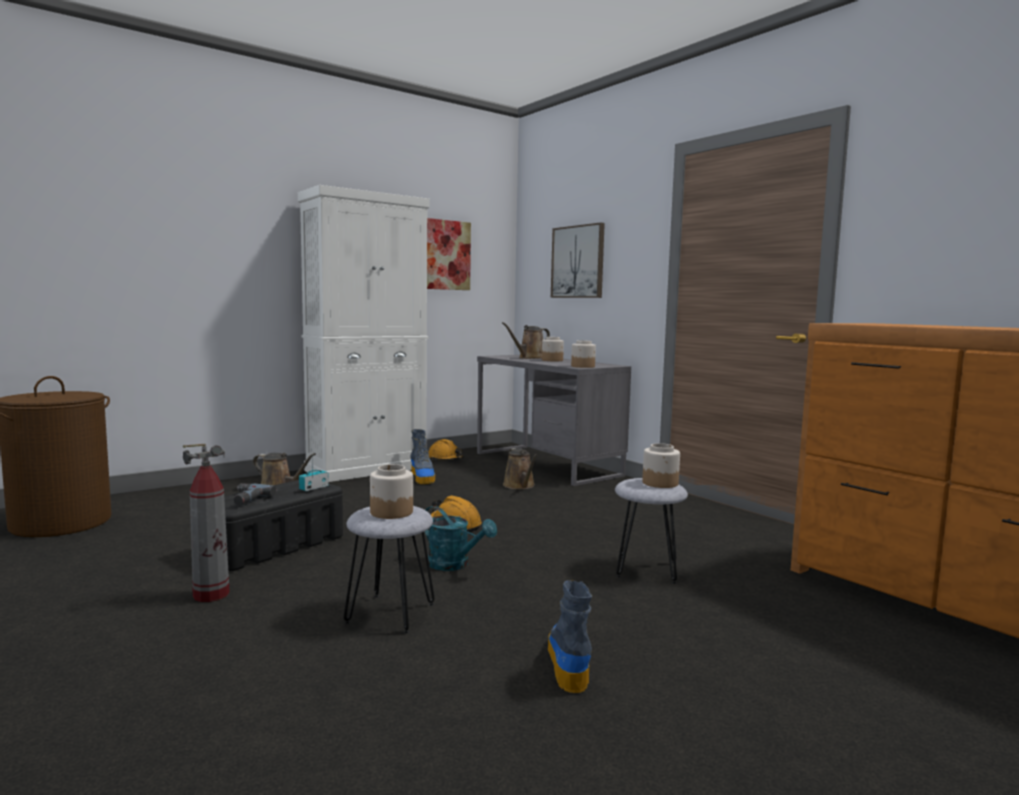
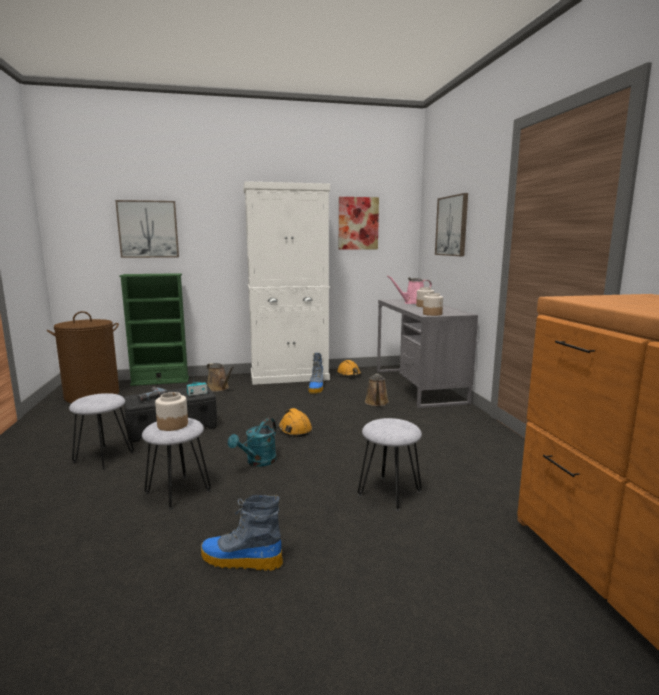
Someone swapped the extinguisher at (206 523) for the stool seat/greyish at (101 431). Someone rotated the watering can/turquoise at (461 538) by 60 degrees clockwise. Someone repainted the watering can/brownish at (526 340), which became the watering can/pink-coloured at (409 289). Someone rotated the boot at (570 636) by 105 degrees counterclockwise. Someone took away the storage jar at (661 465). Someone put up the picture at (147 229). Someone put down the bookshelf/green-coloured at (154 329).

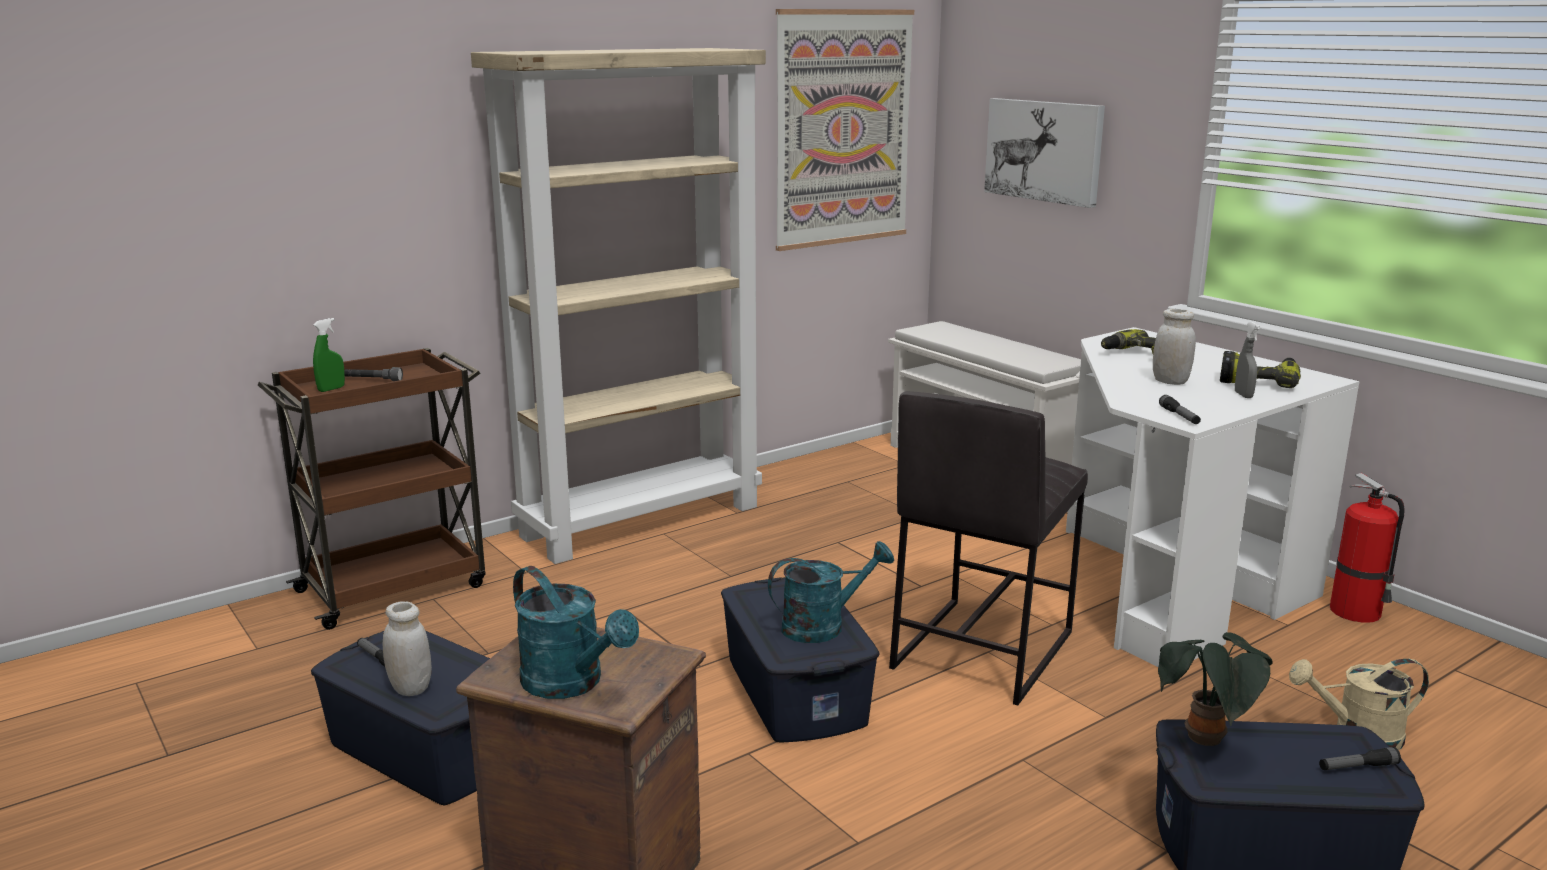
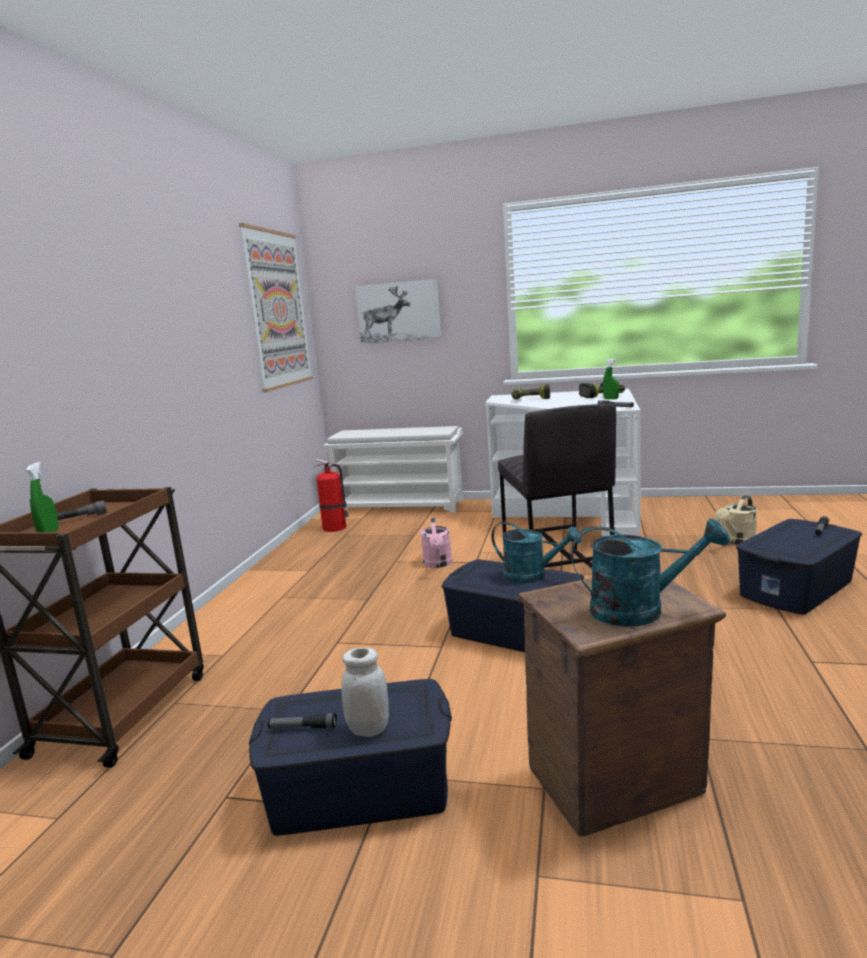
Someone took away the bookshelf/beige-coloured at (618 306). Someone rotated the watering can/turquoise at (831 592) by 90 degrees clockwise. Someone took away the storage jar/white at (1174 347). Someone took away the houseplant at (1215 689). Someone repainted the spray bottle/greyish at (1247 360), which became the spray bottle/green-coloured at (611 379). Someone carried the extinguisher from (1367 548) to (332 495). Someone put down the watering can/pink-coloured at (436 543).

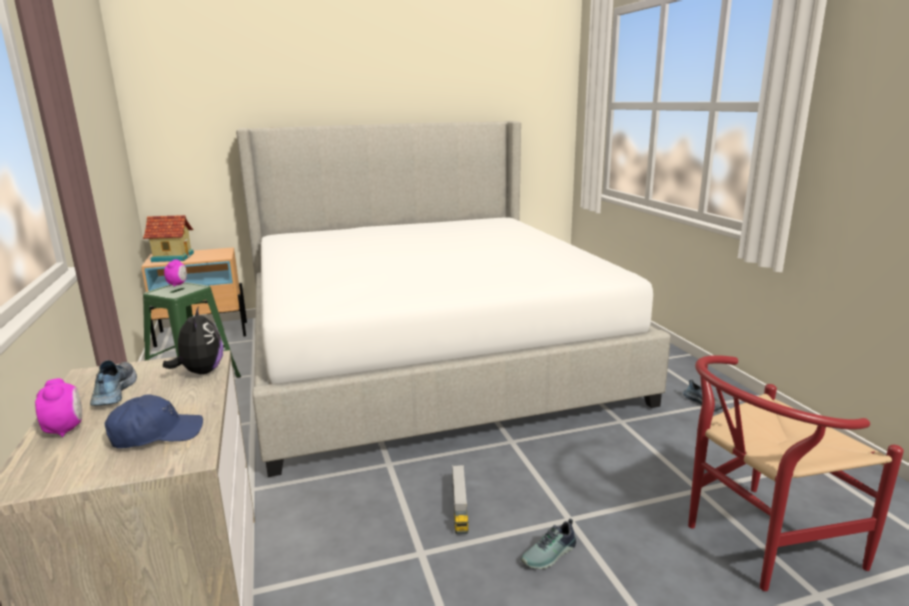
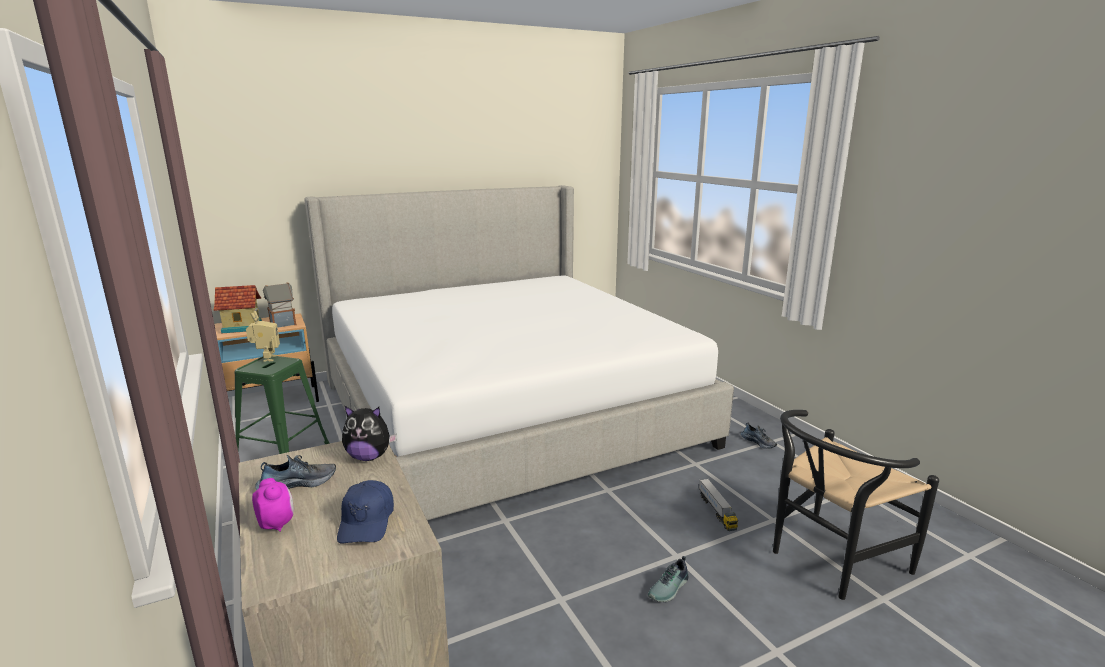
Someone rotated the item of footwear at (113 383) by 90 degrees clockwise. Someone rotated the cap/blue at (154 421) by 120 degrees clockwise. Someone rotated the plush toy at (193 340) by 120 degrees clockwise. Someone swapped the bedside clock at (175 273) for the robot figure at (263 336). Someone carried the toy truck from (460 499) to (718 505). Someone repainted the plain chair/red at (796 473), which became the plain chair/black at (856 505). Someone put down the toy house at (279 305).

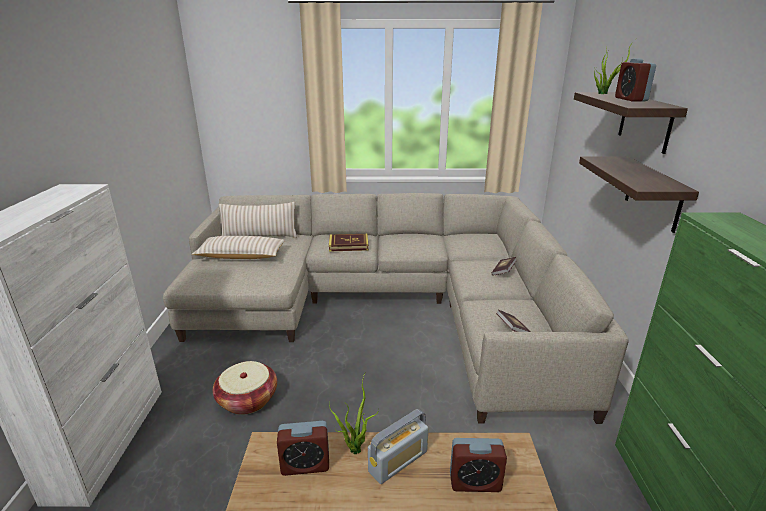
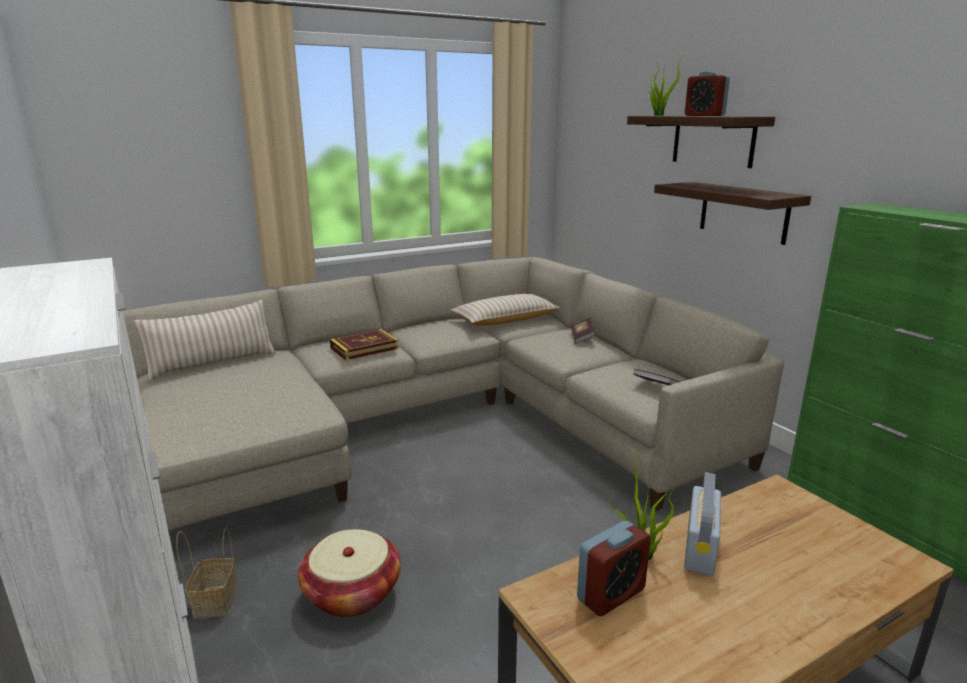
Someone carried the pillow/beige-coloured from (238 247) to (505 310). Someone took away the bedside clock at (478 465). Someone put down the household basket at (206 572).

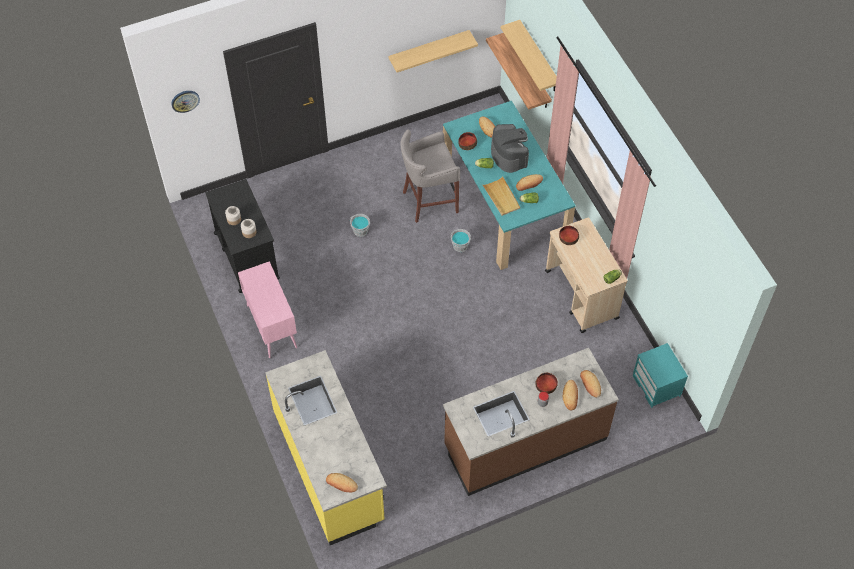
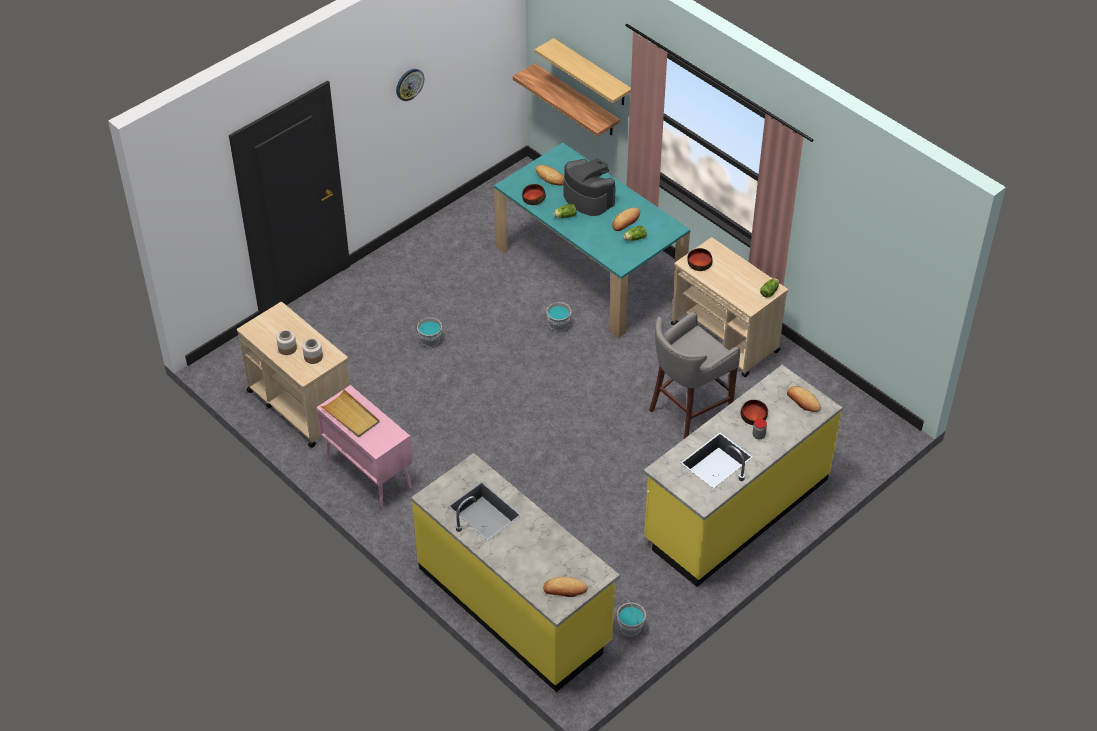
Someone carried the clock on the wall from (185 102) to (410 85). Someone repainted the cart/black at (243 236), which became the cart/beige-coloured at (293 375). Someone took away the wall shelf at (433 51). Someone carried the stool seat/greyish from (430 176) to (694 375). Someone repainted the kitchen base unit/brownish at (531 422), which became the kitchen base unit/yellow-coloured at (743 476). Someone carried the tray/beige-coloured from (501 196) to (350 413). Someone took away the bread at (570 395). Someone took away the nightstand/turquoise at (660 375). Someone put down the pail/greyish at (631 618).

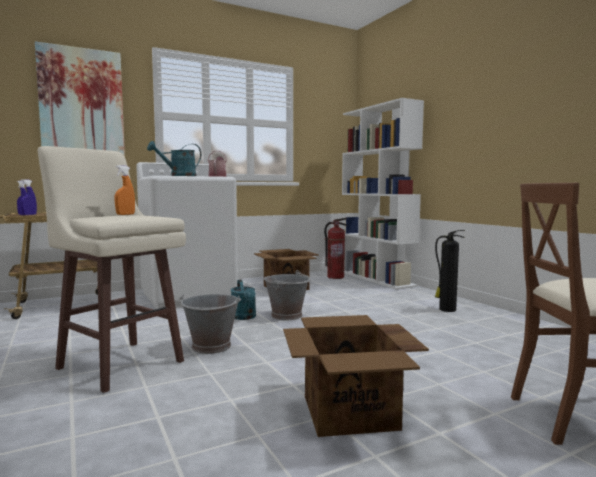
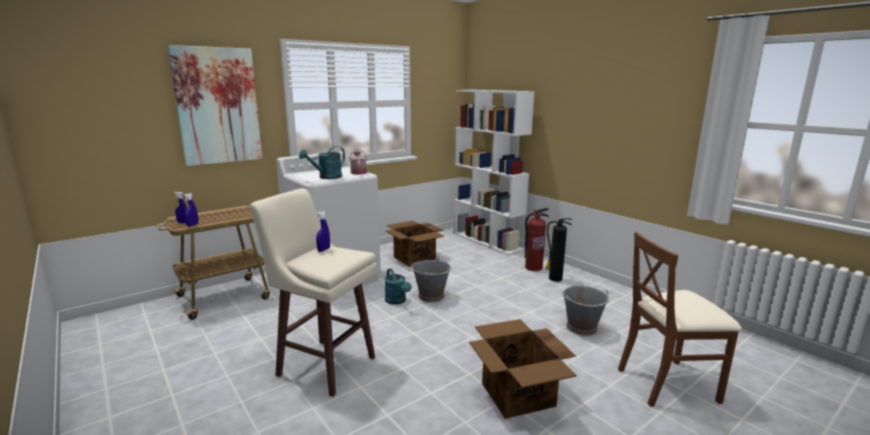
Someone repainted the spray bottle/orange-coloured at (125 190), which became the spray bottle/blue at (323 231). Someone carried the pail/greyish from (210 324) to (586 310). Someone carried the extinguisher from (335 248) to (536 239).

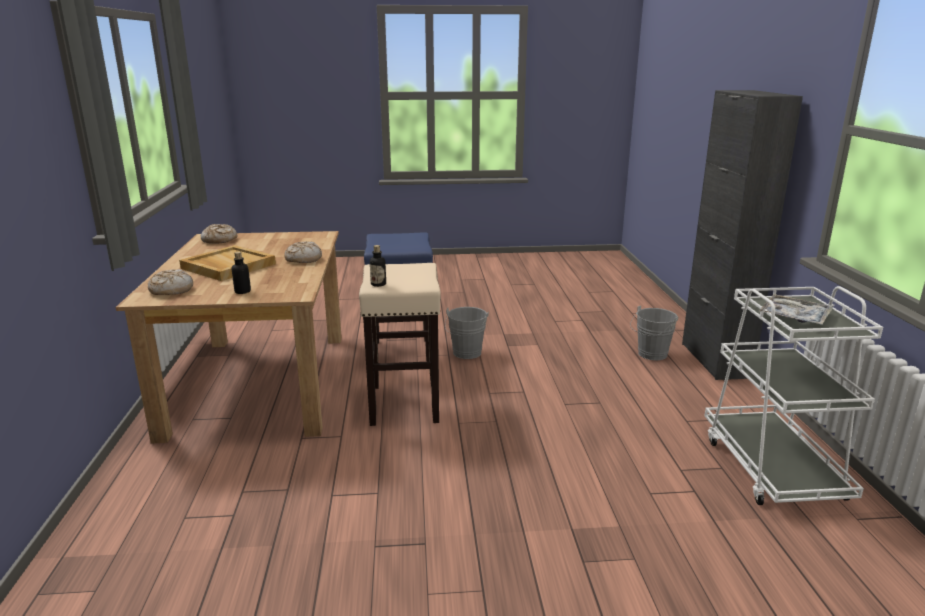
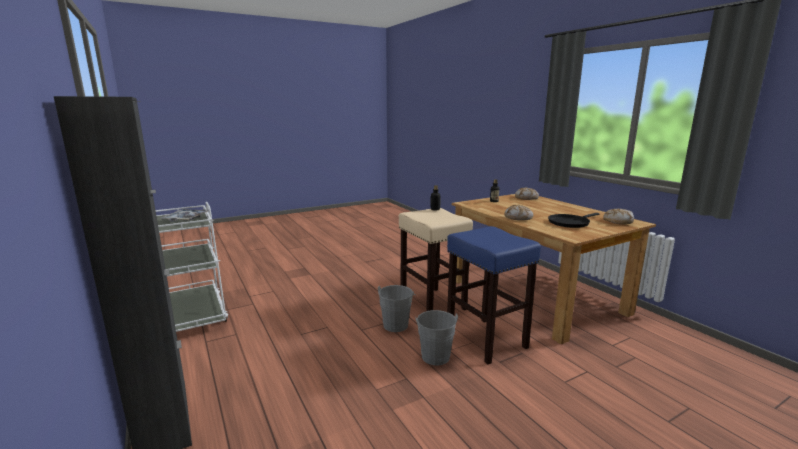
Someone took away the tray/beige-coloured at (227 263). Someone carried the pail/greyish from (654 332) to (396 308). Someone put down the skillet/black at (573 220).

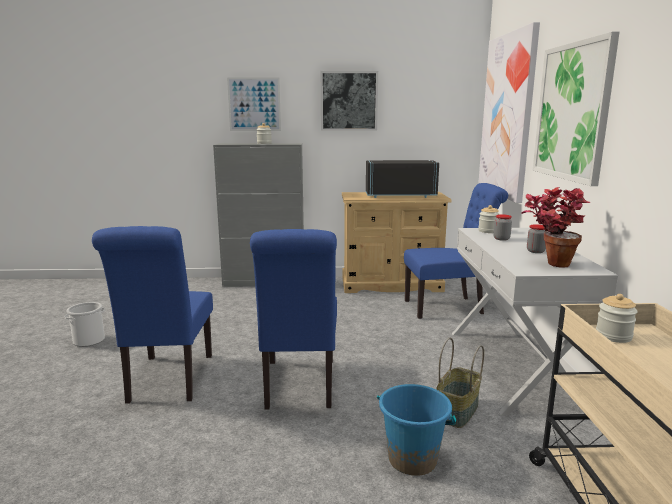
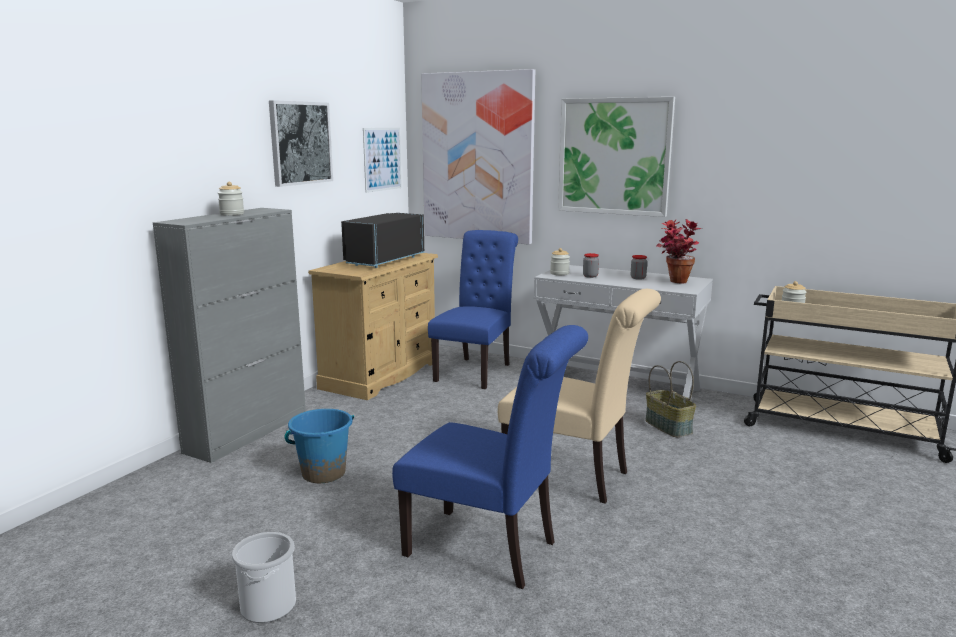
Someone carried the picture from (254 104) to (382 160). Someone repainted the plain chair/blue at (293 319), which became the plain chair/beige-coloured at (579 396). Someone carried the pail/blue from (416 430) to (319 446).

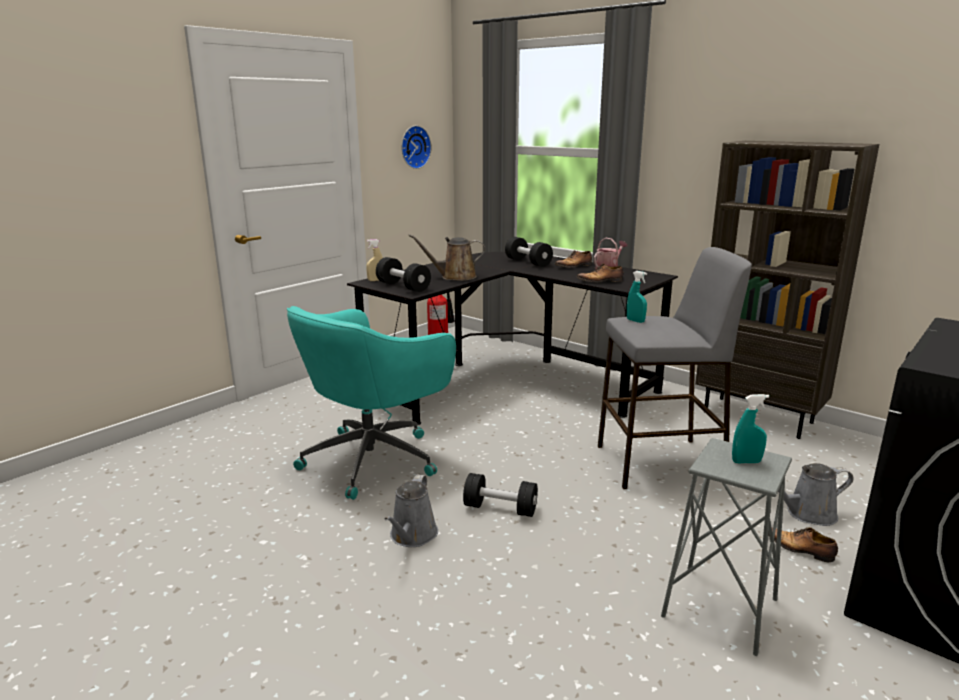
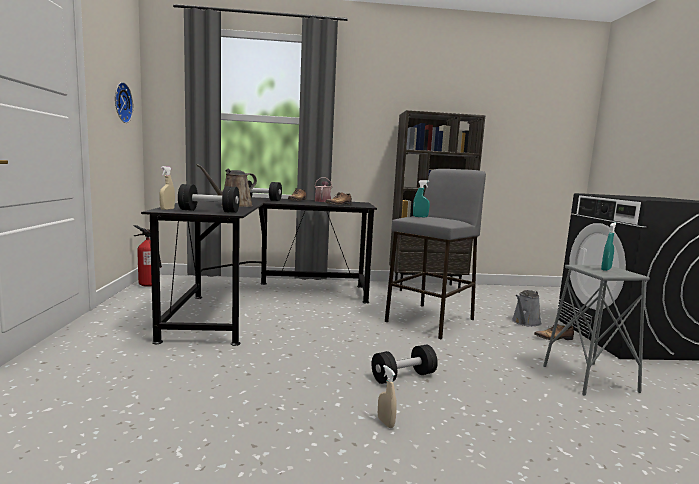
Someone took away the office chair/turquoise at (371 403). Someone swapped the watering can/greyish at (411 511) for the spray bottle/beige-coloured at (387 396).

